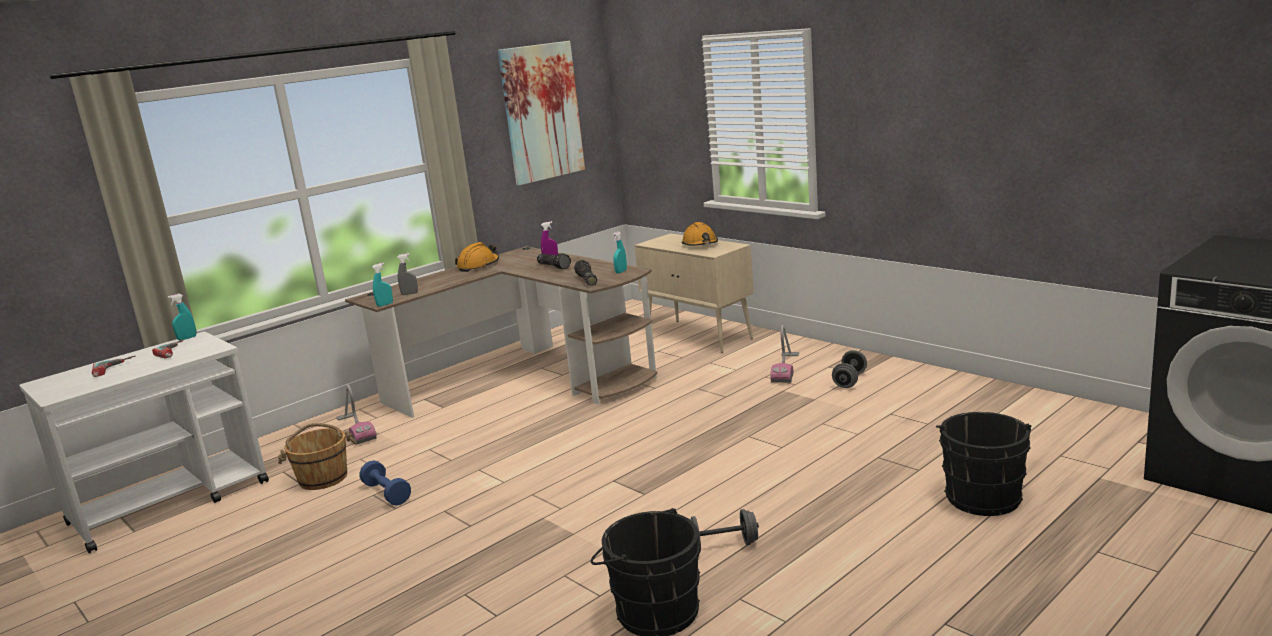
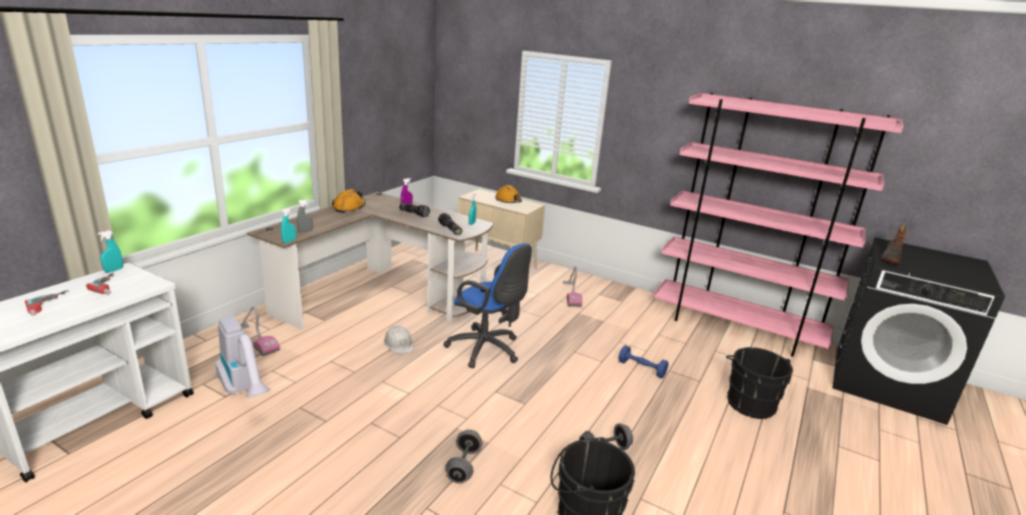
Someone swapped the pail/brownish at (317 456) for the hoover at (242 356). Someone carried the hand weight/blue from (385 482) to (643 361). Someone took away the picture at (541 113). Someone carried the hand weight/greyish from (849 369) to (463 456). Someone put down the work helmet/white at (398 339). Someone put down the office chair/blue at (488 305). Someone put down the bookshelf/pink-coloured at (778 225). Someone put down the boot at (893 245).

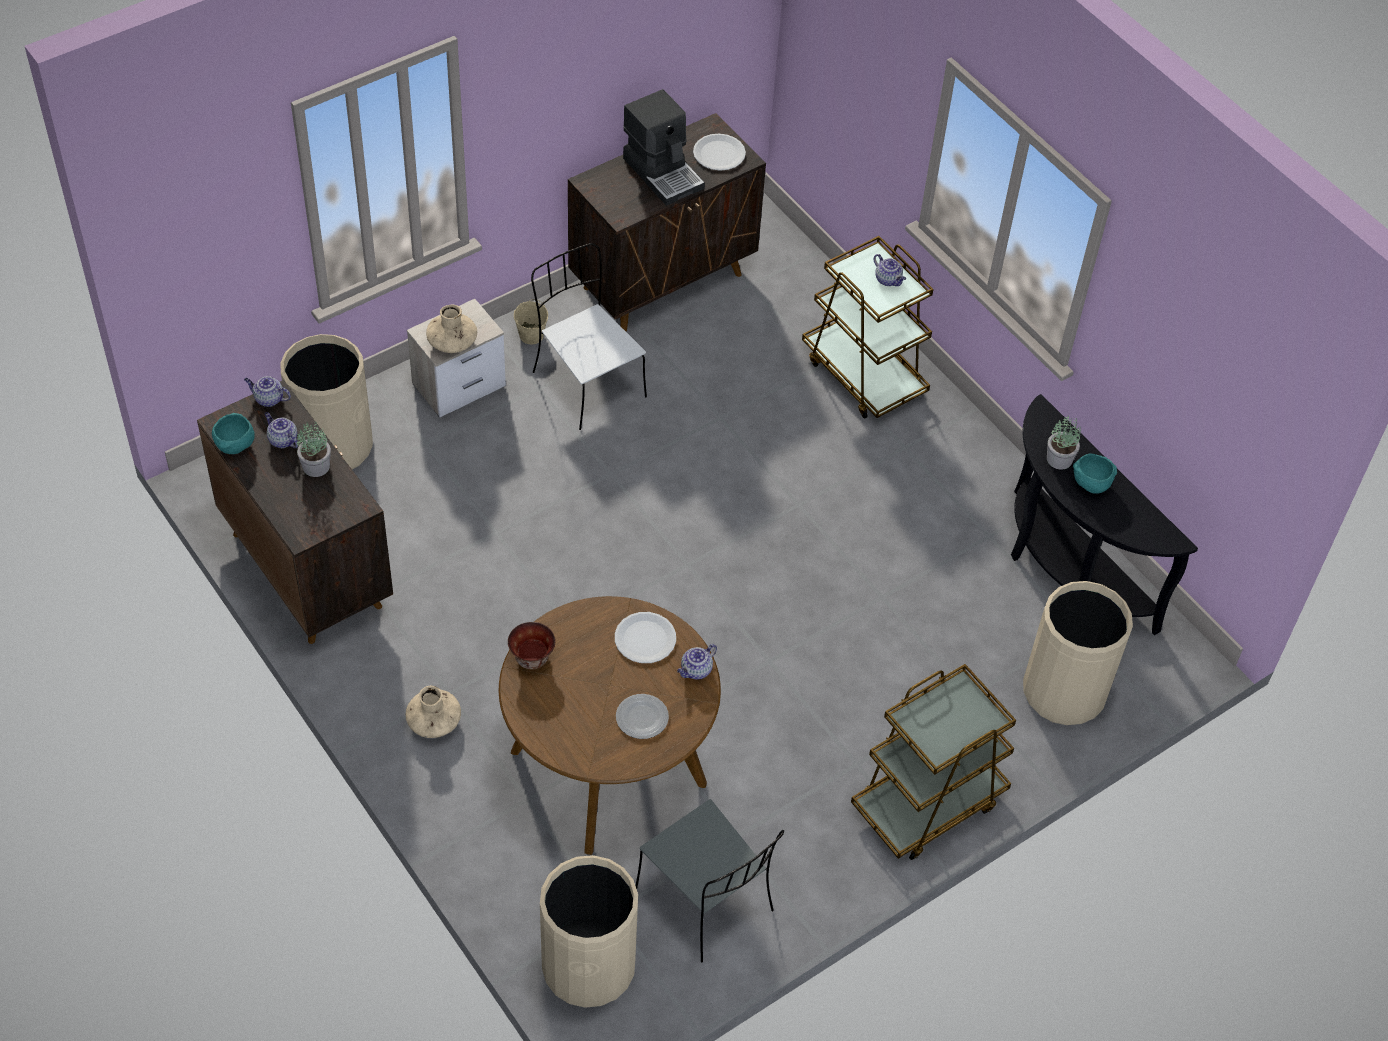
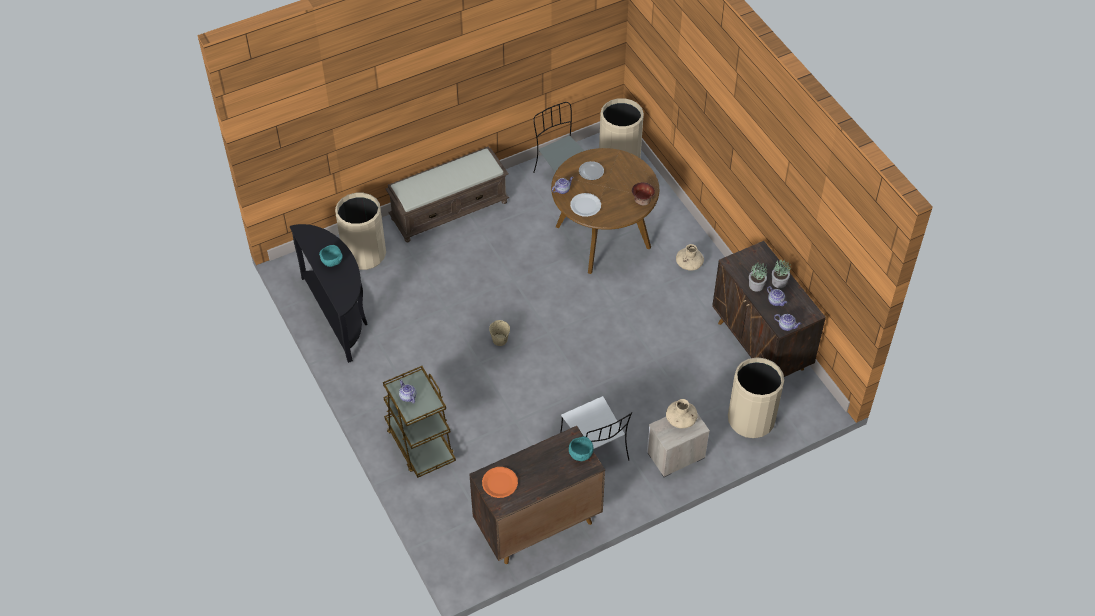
Someone carried the deep dish/turquoise from (233 433) to (581 448). Someone carried the pail/beige-coloured from (531 321) to (499 333). Someone took away the coffee maker at (664 147). Someone repainted the dinner plate/white at (719 152), which became the dinner plate/orange-coloured at (500 482). Someone swapped the cart/brownish at (933 762) for the indoor bench/brownish at (448 194). Someone carried the houseplant from (1064 443) to (781 273).

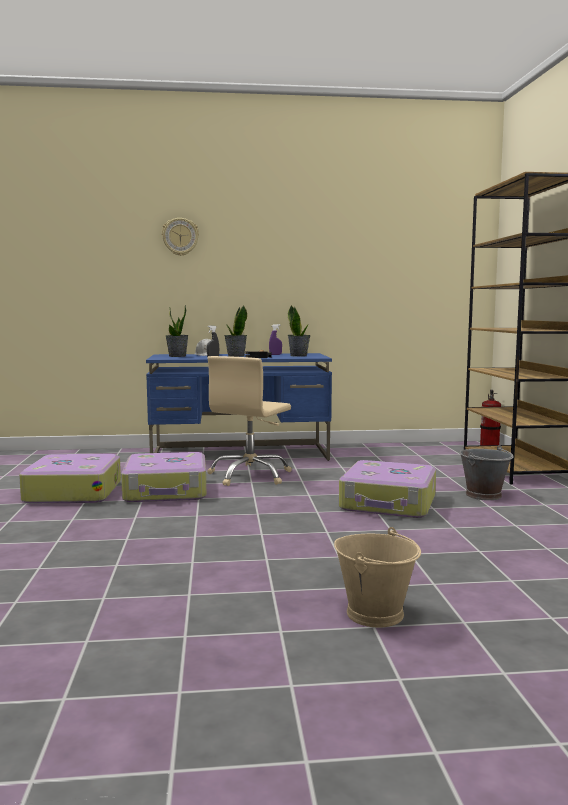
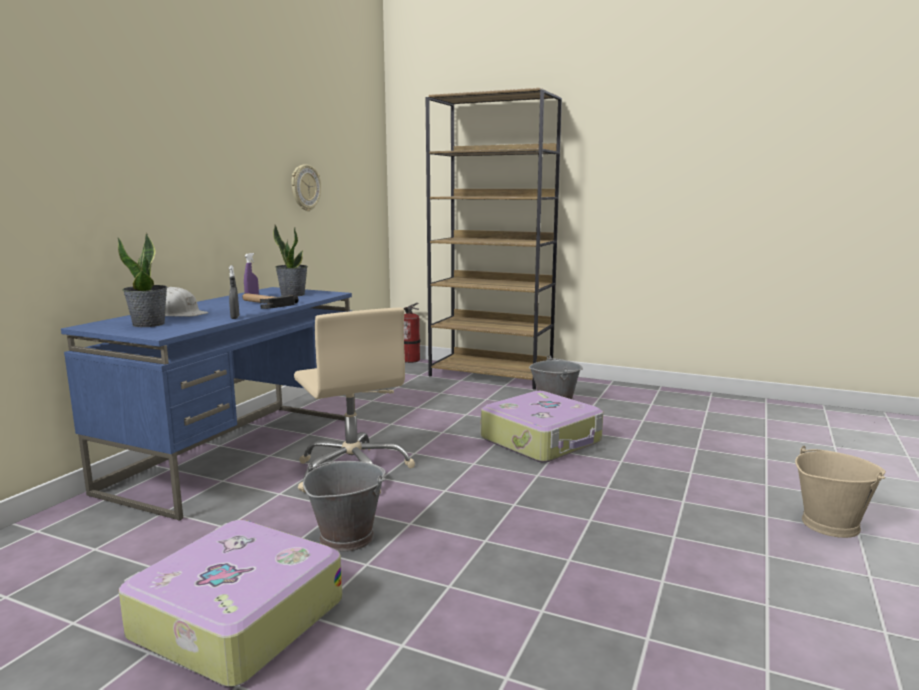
Someone swapped the piece of luggage at (163 477) for the pail/greyish at (344 506). Someone carried the clock on the wall from (180 237) to (306 187). Someone took away the houseplant at (235 331).

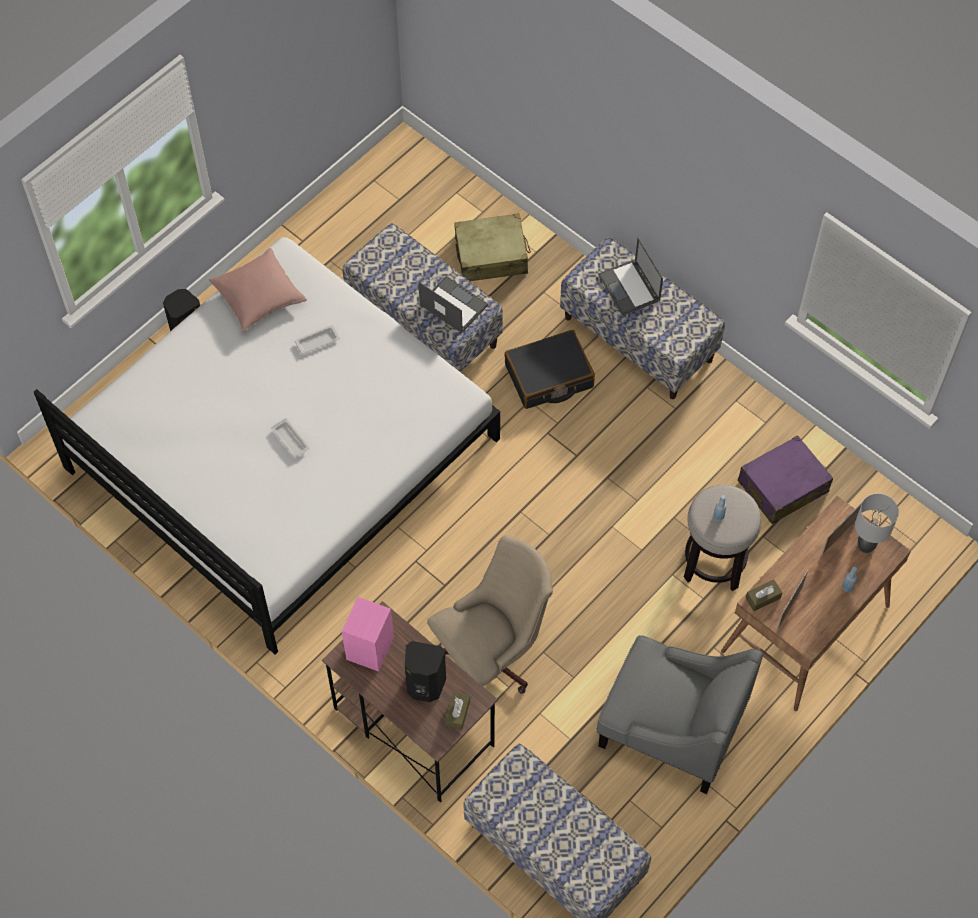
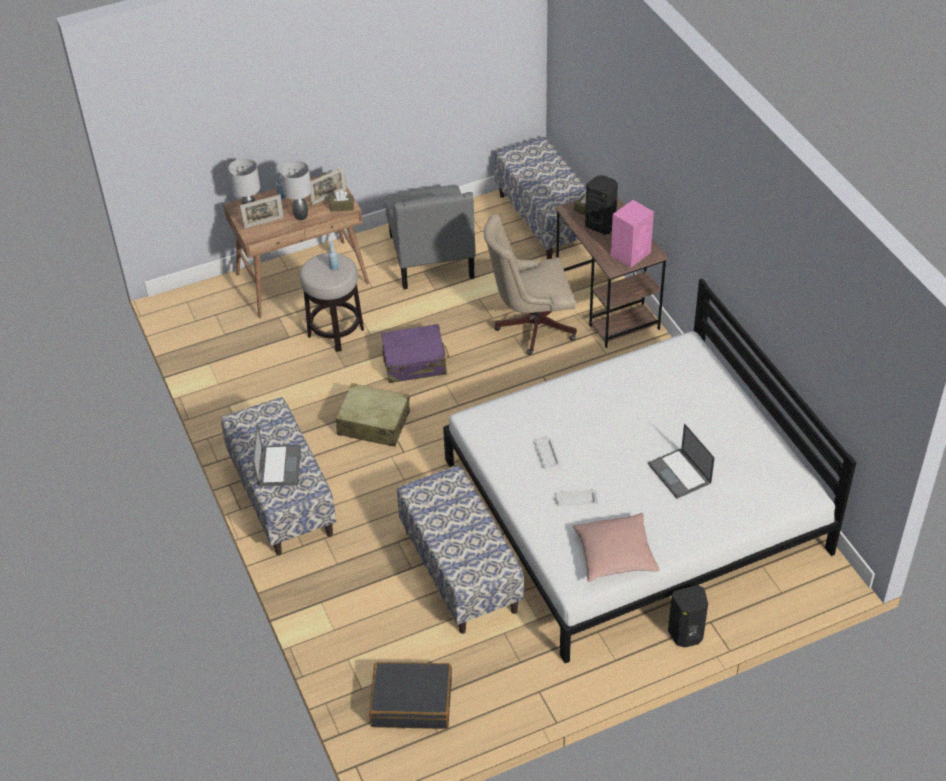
Someone carried the tray/white from (290 437) to (548 453). Someone carried the portable computer from (453 304) to (681 461). Someone carried the piece of luggage/beige-coloured from (492 247) to (373 415). Someone carried the piece of luggage/black from (549 369) to (410 695). Someone rotated the armchair/greyish at (680 714) by 150 degrees counterclockwise. Someone carried the piece of luggage/purple-coloured from (785 479) to (415 353). Someone put down the tabletop lamp/greyish at (296 190).

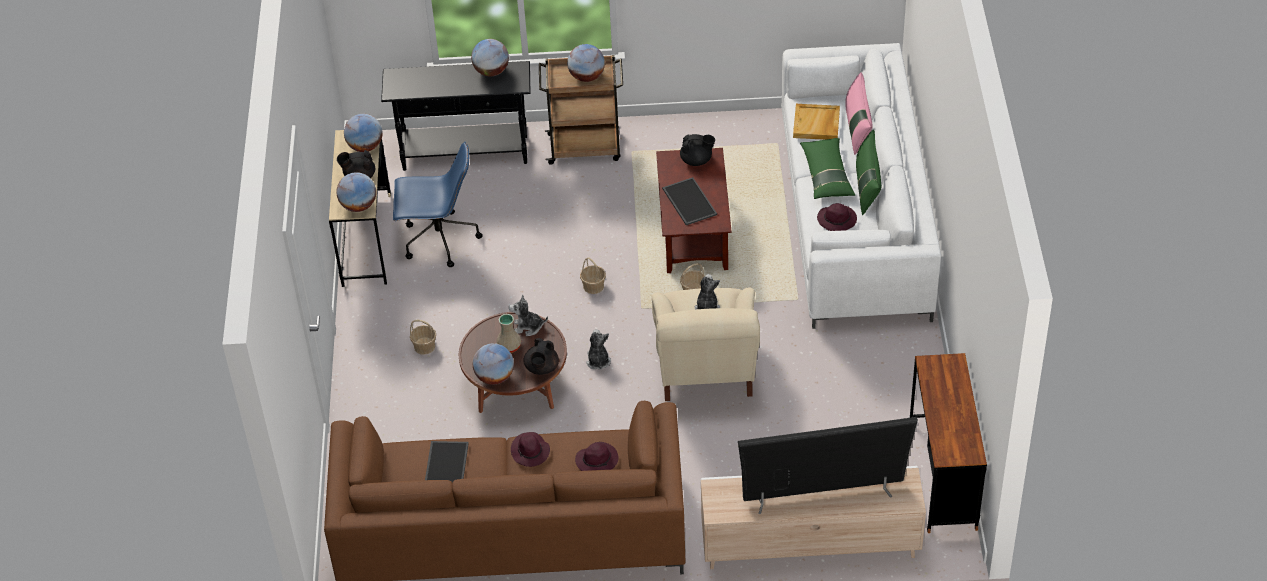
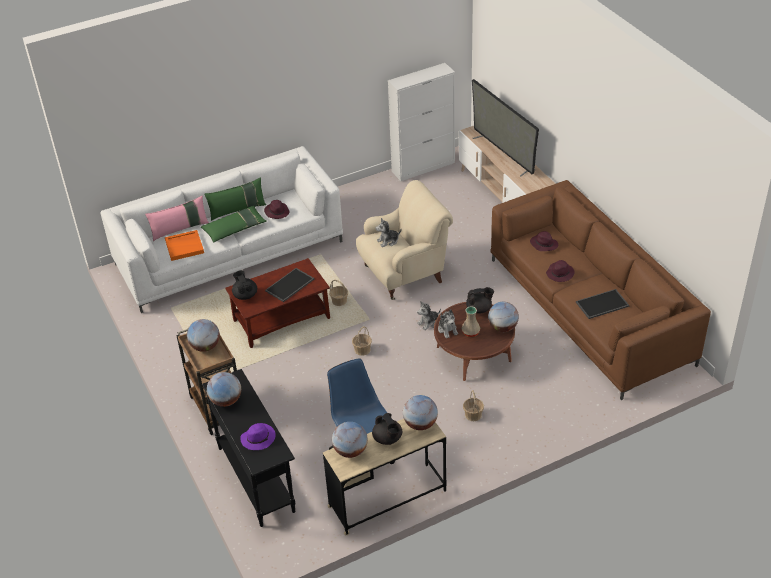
Someone repainted the tray/beige-coloured at (816 122), which became the tray/orange-coloured at (184 245). Someone swapped the desk unit/brownish at (948 443) for the storage cabinet/white at (421 122). Someone put down the clothing hat/purple-coloured at (258 436).

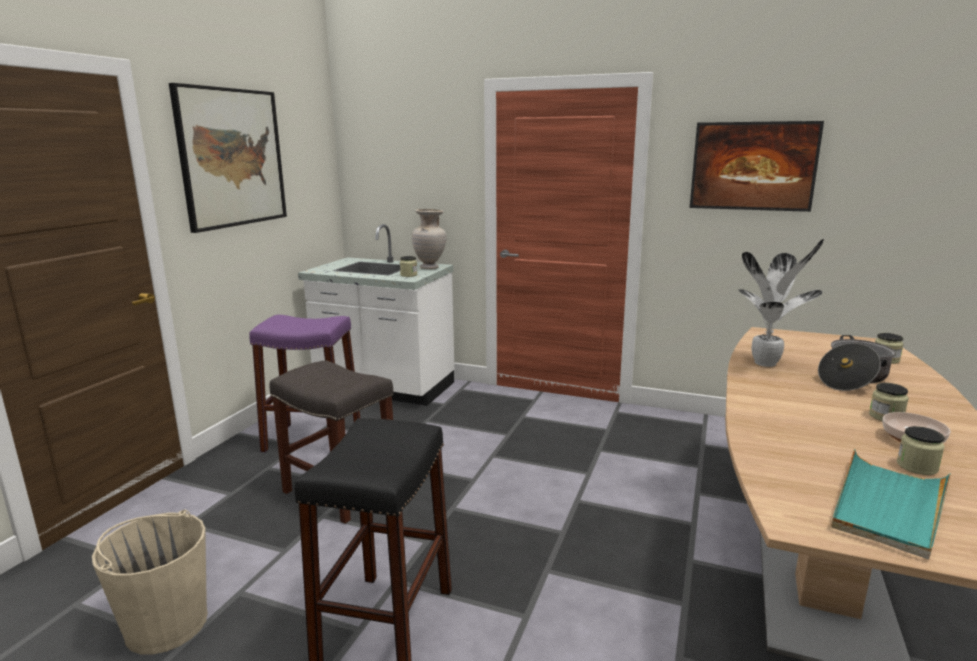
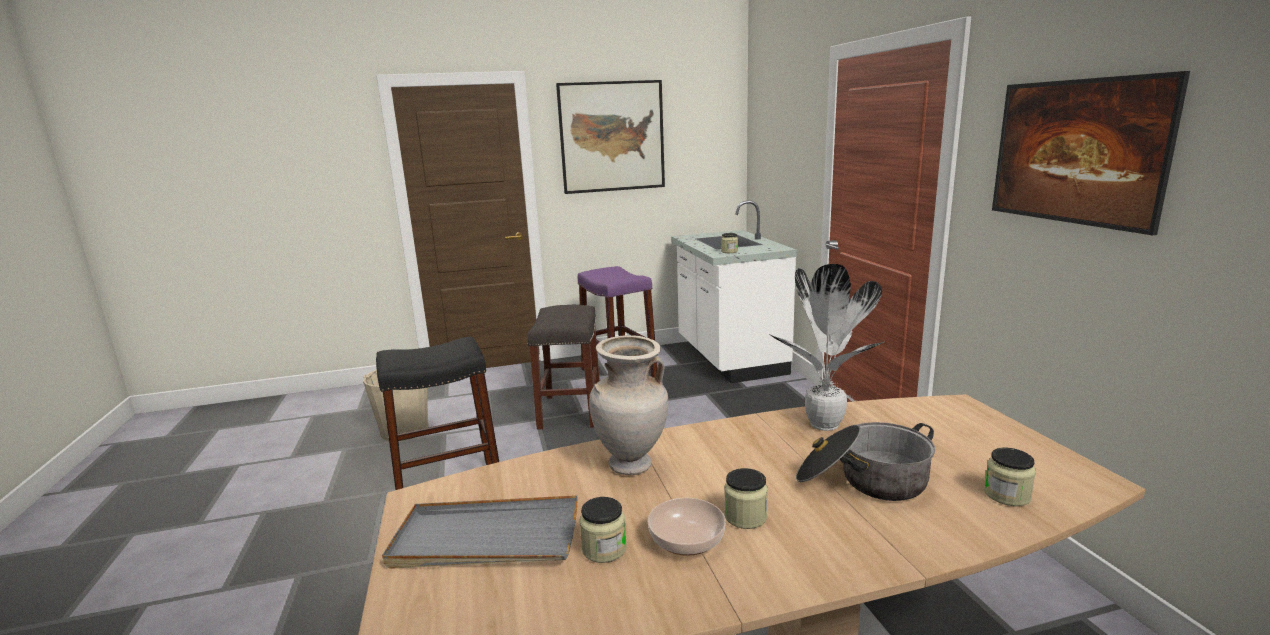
Someone carried the decorative vase/beige-coloured from (429 239) to (628 405). Someone repainted the tray/turquoise at (891 504), which became the tray/greyish at (479 532).

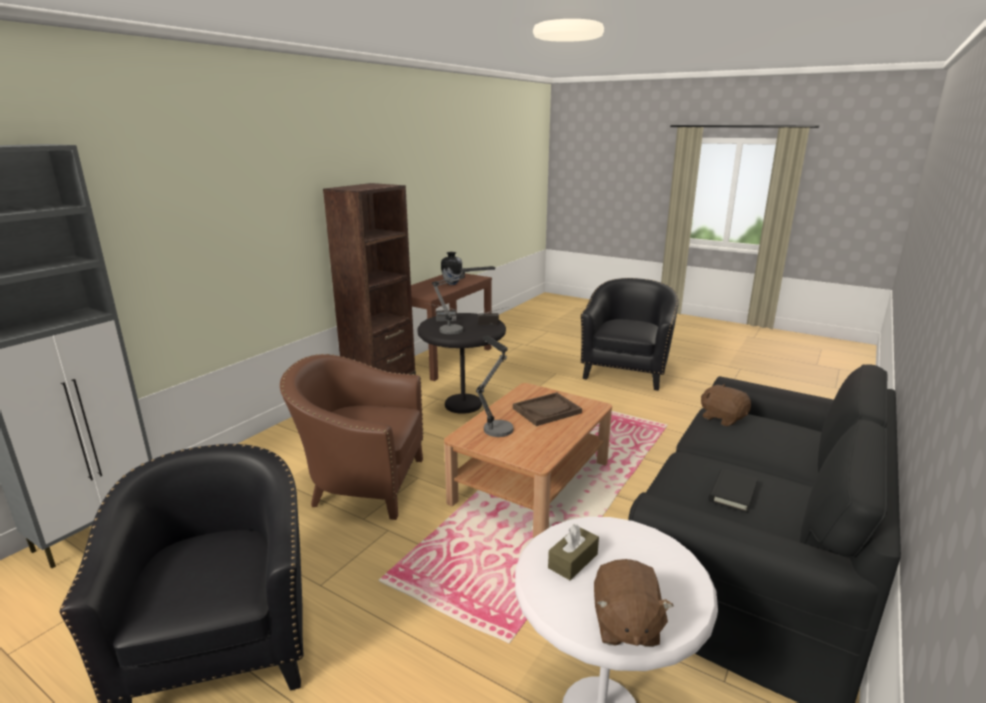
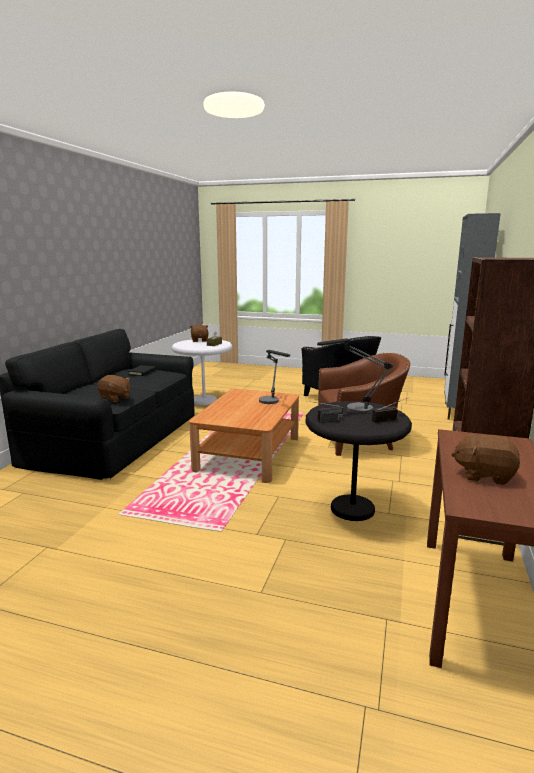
Someone swapped the decorative vase at (451 268) for the plush toy/brownish at (485 458). Someone took away the tray/brownish at (547 409). Someone took away the armchair/black at (630 334).

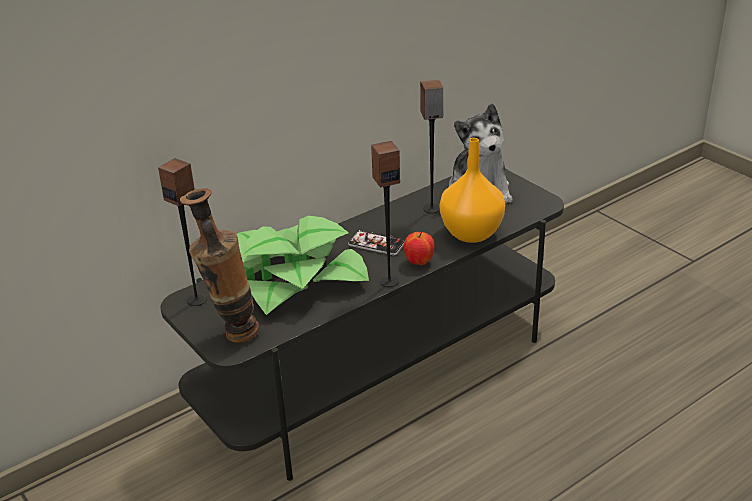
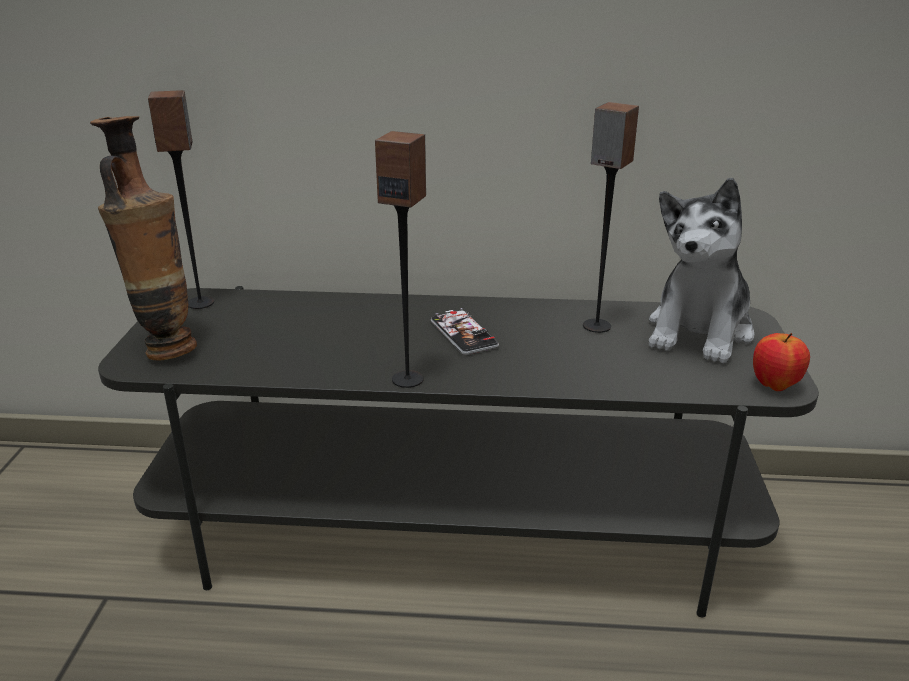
Someone took away the houseplant at (303 265). Someone carried the apple fruit from (419 248) to (781 362). Someone took away the decorative vase/orange-coloured at (472 190).

